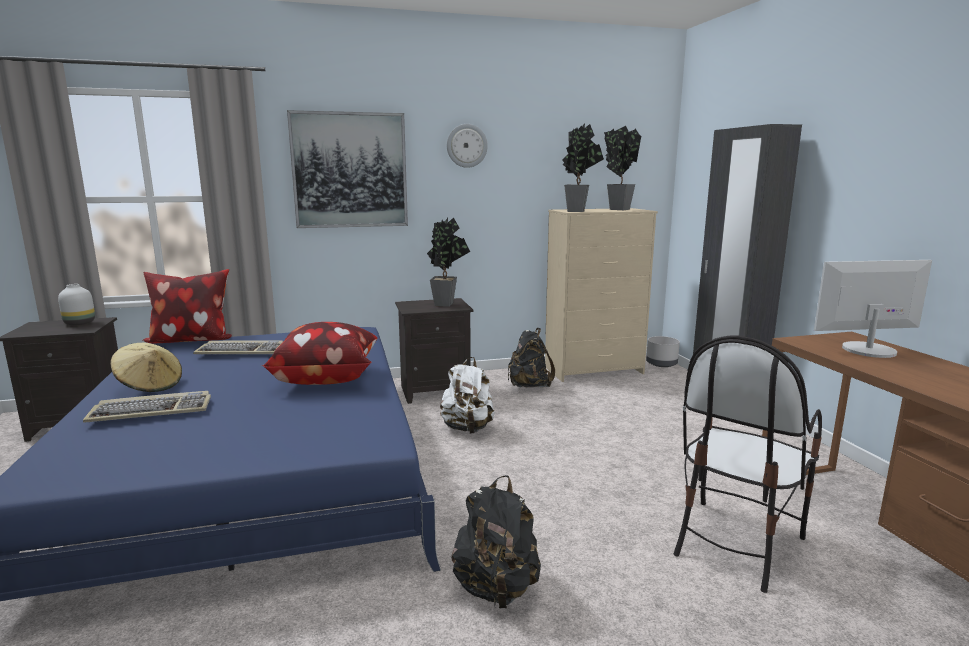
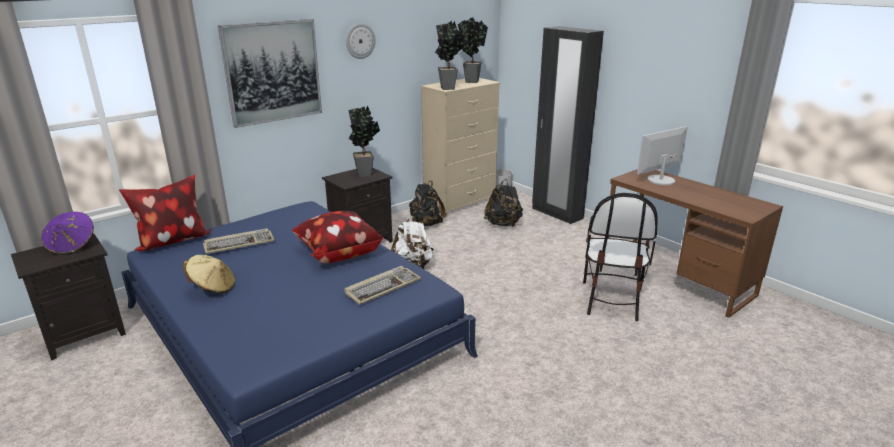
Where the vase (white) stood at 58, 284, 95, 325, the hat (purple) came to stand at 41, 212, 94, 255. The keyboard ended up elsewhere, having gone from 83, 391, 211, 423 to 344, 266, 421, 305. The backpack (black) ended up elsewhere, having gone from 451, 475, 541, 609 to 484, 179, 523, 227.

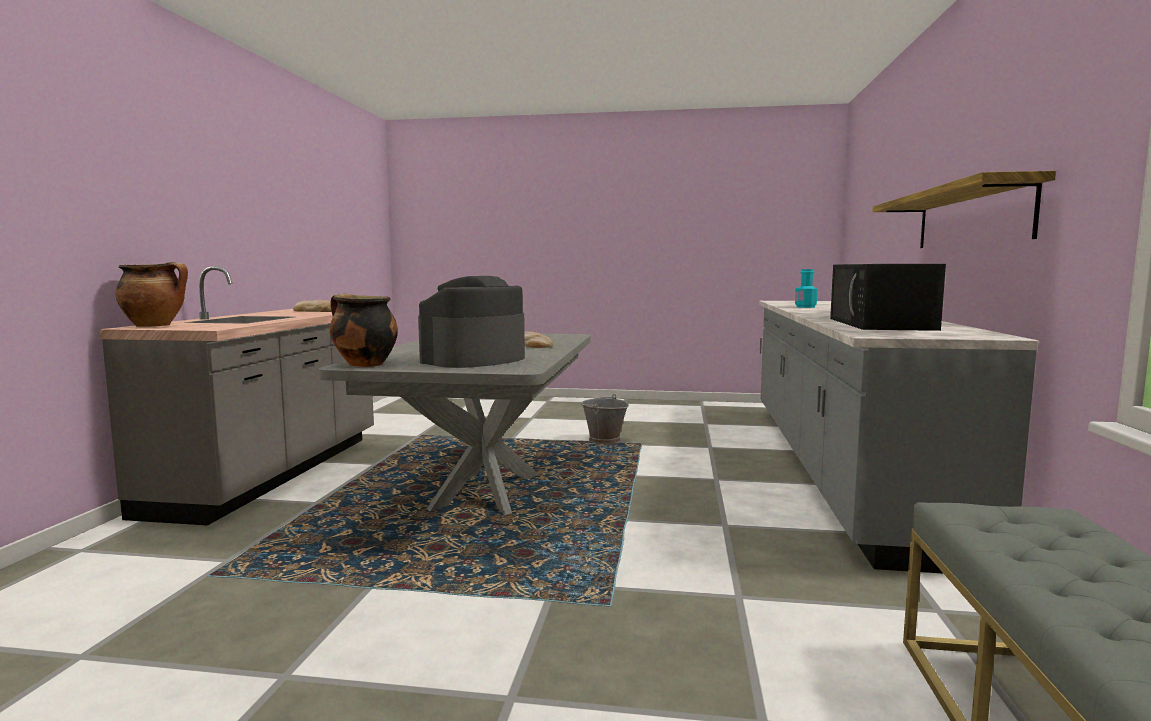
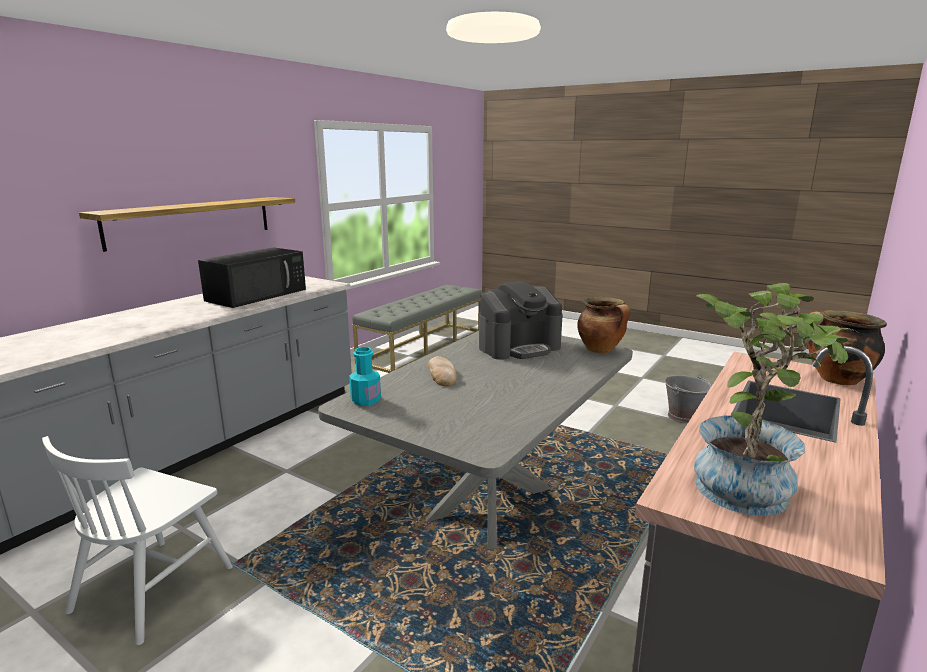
The second view gained the chair (white) at 42, 436, 233, 645. The bottle (turquoise) ended up elsewhere, having gone from 795, 269, 818, 308 to 349, 347, 381, 406. The bucket (grey) ended up elsewhere, having gone from 581, 394, 629, 444 to 665, 374, 712, 424. Where the bread stood at 293, 300, 332, 312, the potted plant came to stand at 694, 283, 859, 516.

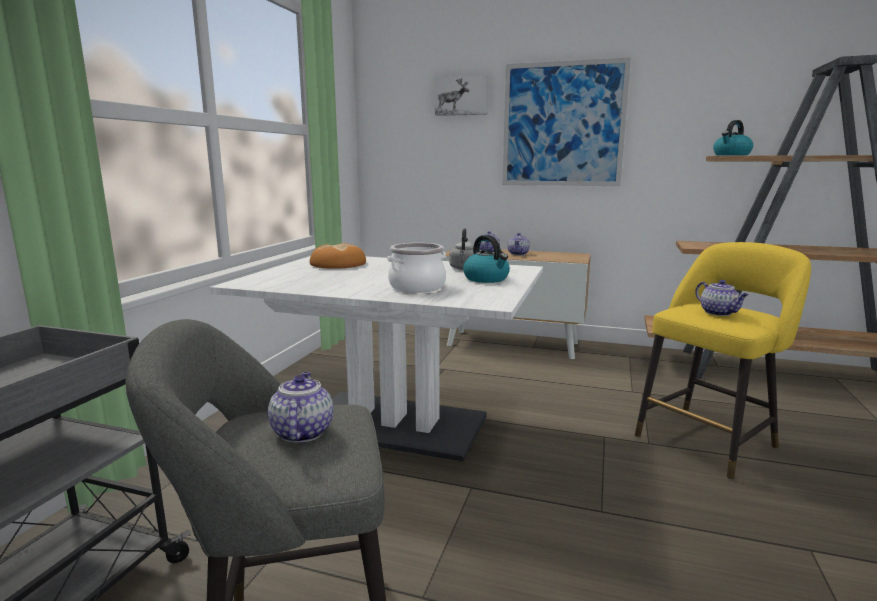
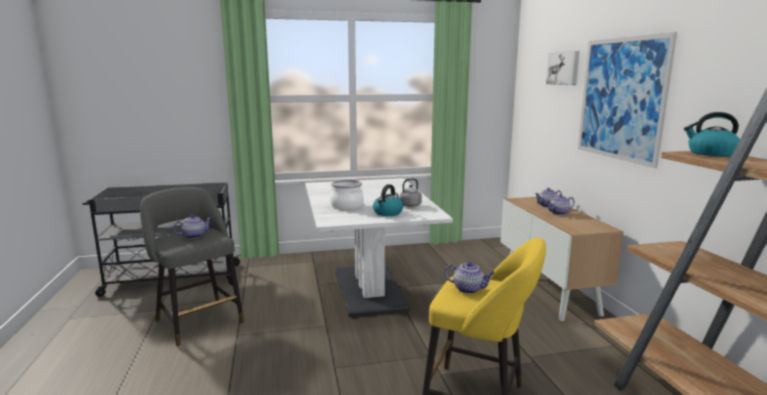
The teapot at 695, 280, 748, 316 ended up facing another way, 105 degrees counterclockwise from before. The second view lost the bread at 310, 243, 366, 269.

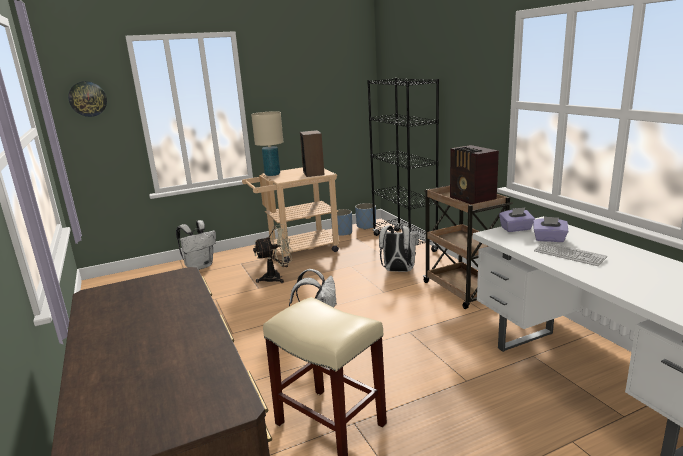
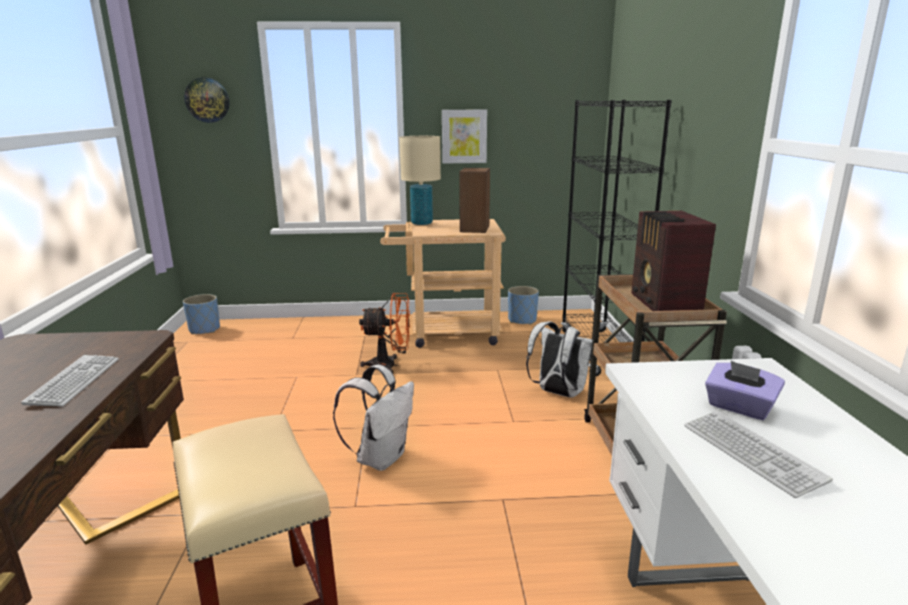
The second view gained the keyboard at 21, 355, 119, 406. The planter (blue) ended up elsewhere, having gone from 355, 203, 376, 230 to 183, 294, 220, 334. What was the fan (beige) at 253, 224, 293, 283 turned into the fan (orange) at 359, 293, 410, 373. The second view gained the picture at 442, 109, 487, 164. The second view lost the backpack (white) at 176, 220, 216, 270. The second view lost the tissue box (purple) at 499, 207, 535, 232.

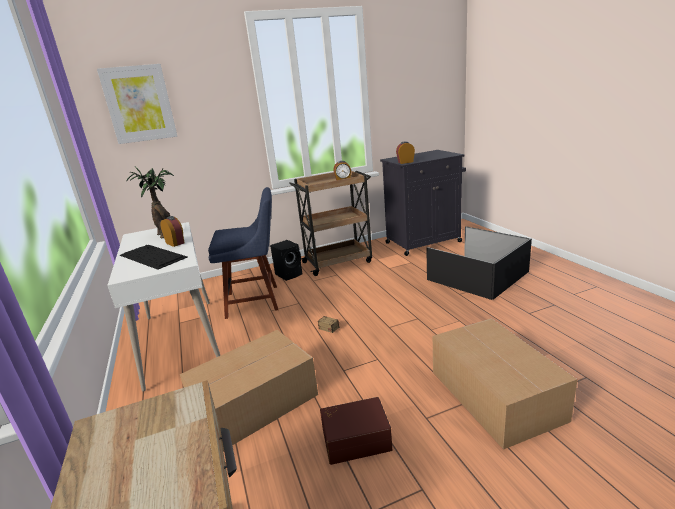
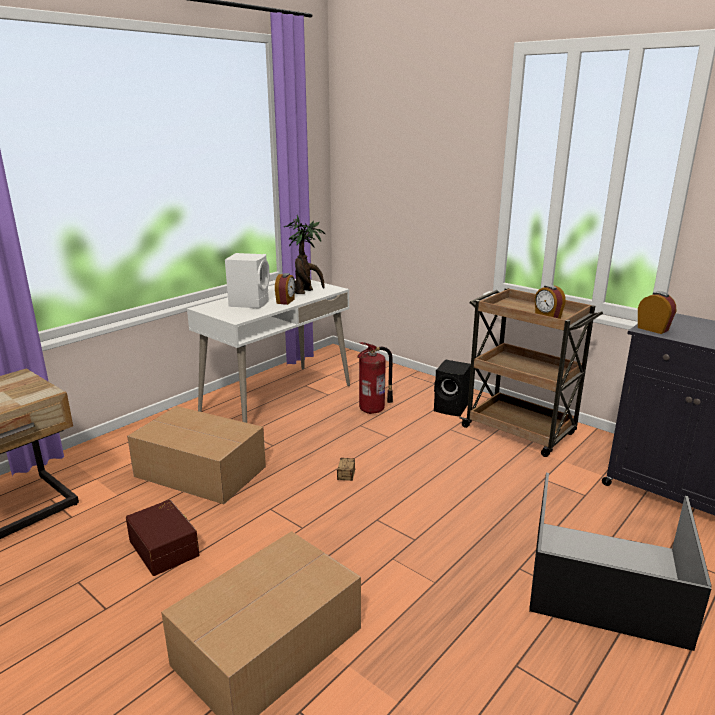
Where the keyboard stood at 120, 245, 188, 270, the speaker (white) came to stand at 225, 253, 270, 309. Where the chair (blue) stood at 208, 187, 278, 319, the fire extinguisher came to stand at 357, 342, 393, 414. The second view lost the picture at 97, 64, 177, 144.

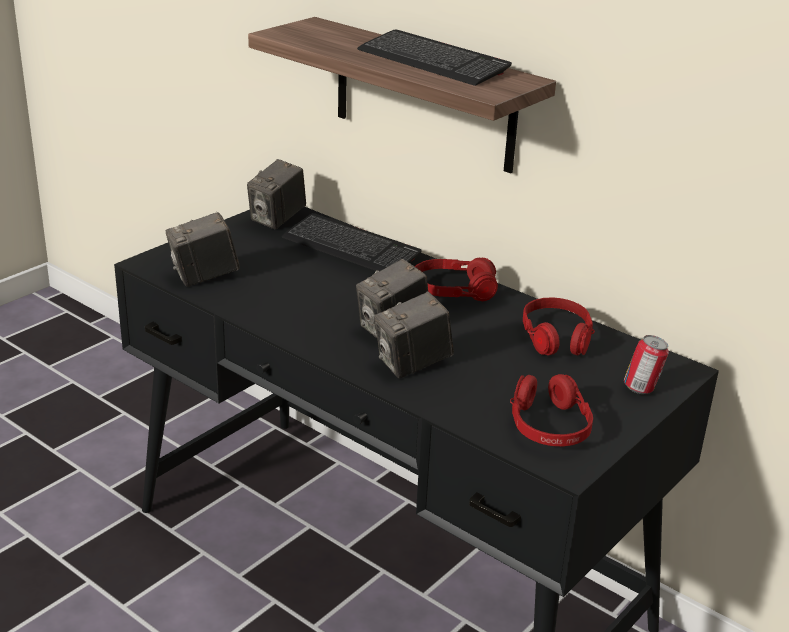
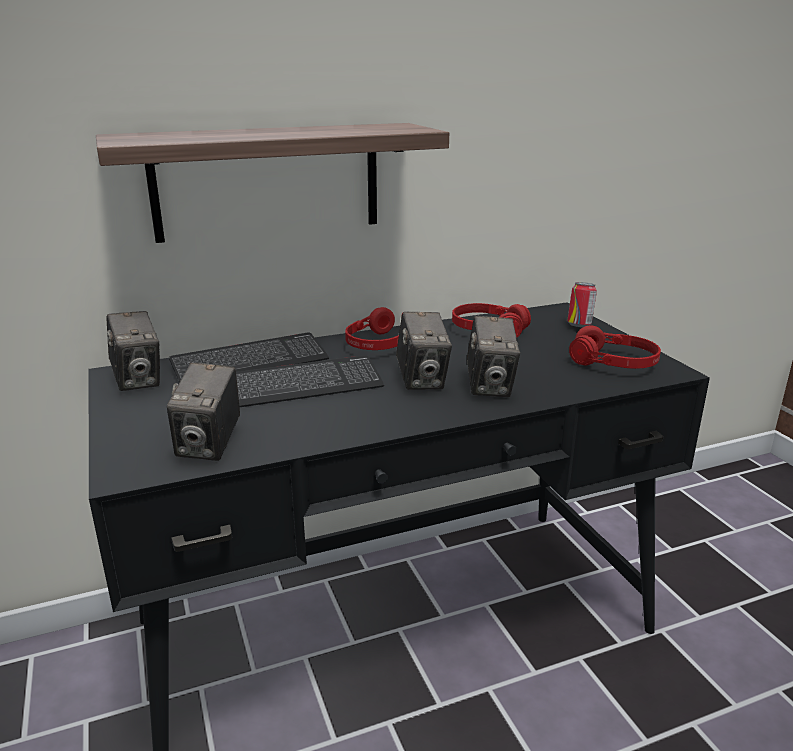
The keyboard ended up elsewhere, having gone from 357, 29, 512, 86 to 236, 355, 384, 407.

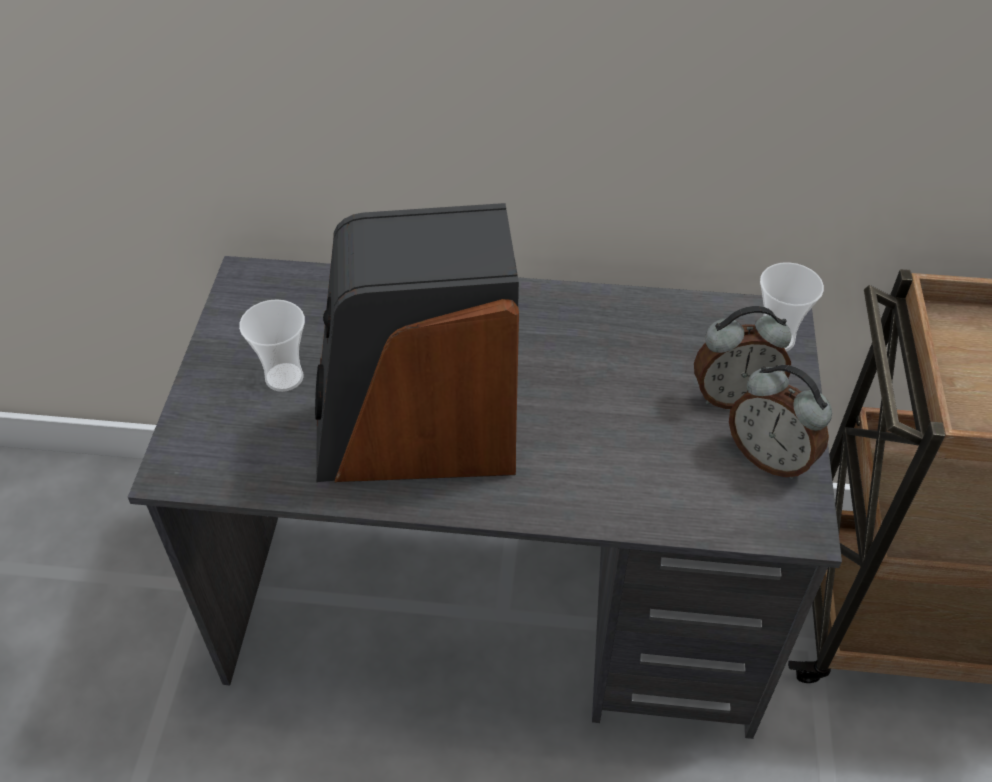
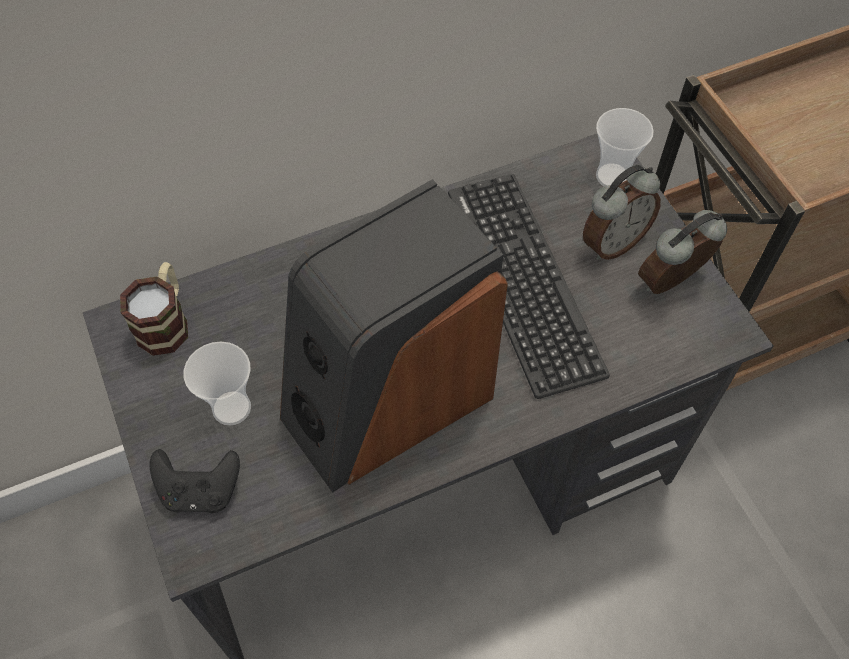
The second view gained the mug at 120, 262, 188, 356. The second view gained the game controller (black) at 149, 449, 240, 513. The second view gained the keyboard at 448, 174, 610, 399. The alarm clock at 729, 365, 832, 479 ended up facing another way, 135 degrees clockwise from before.

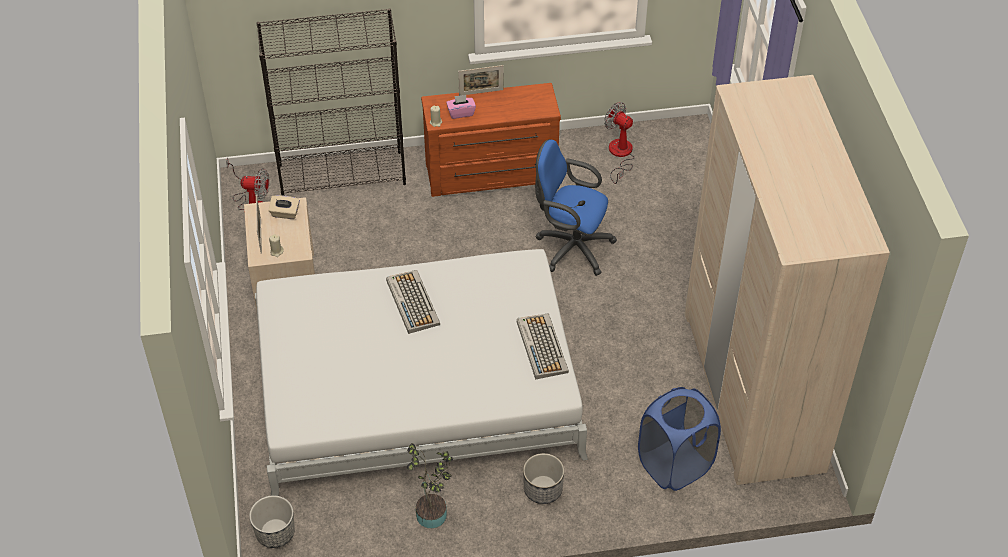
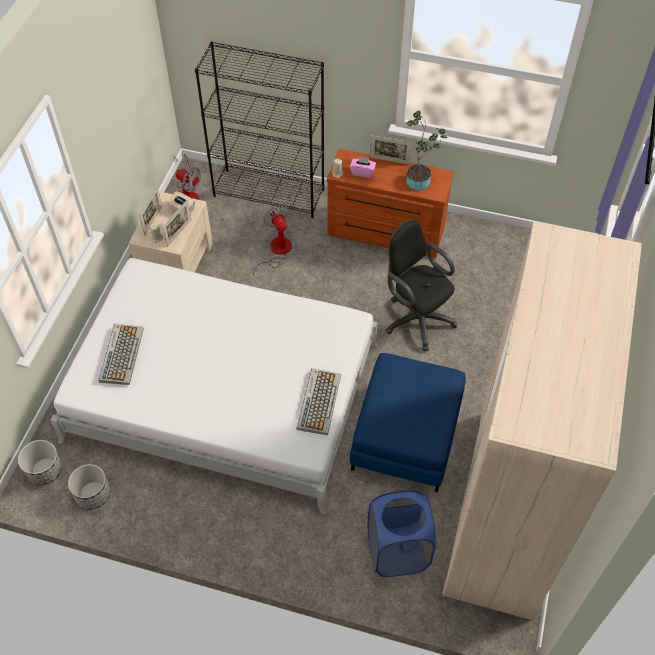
The planter ended up elsewhere, having gone from 523, 453, 564, 504 to 68, 464, 110, 510. The keyboard ended up elsewhere, having gone from 386, 270, 440, 334 to 99, 324, 144, 385. The second view gained the picture frame at 162, 199, 191, 247. The fan ended up elsewhere, having gone from 604, 102, 635, 184 to 251, 206, 292, 275. The second view gained the ottoman (blue) at 350, 353, 466, 493. What was the office chair (blue) at 535, 139, 617, 276 turned into the office chair (black) at 385, 219, 458, 351. The potted plant ended up elsewhere, having gone from 407, 443, 453, 528 to 406, 110, 447, 190.

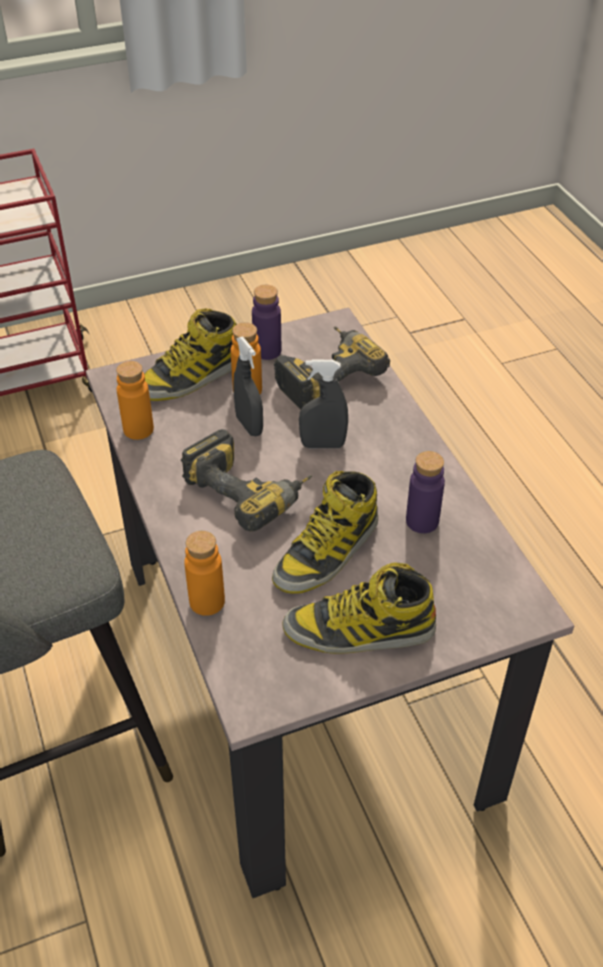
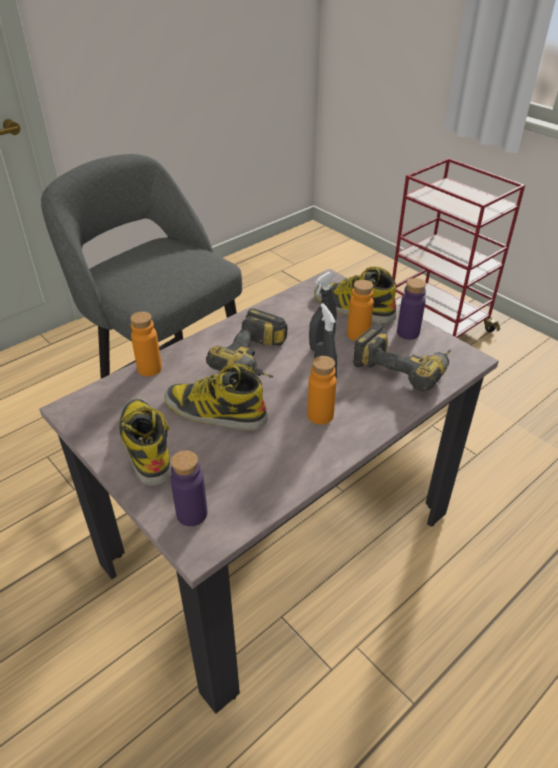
The bottle (purple) ended up elsewhere, having gone from 406, 451, 445, 533 to 171, 450, 207, 526. The bottle (orange) ended up elsewhere, having gone from 116, 361, 154, 440 to 307, 356, 336, 424.

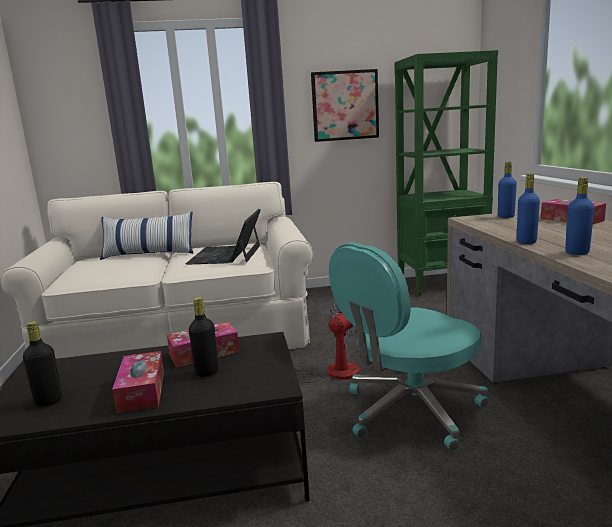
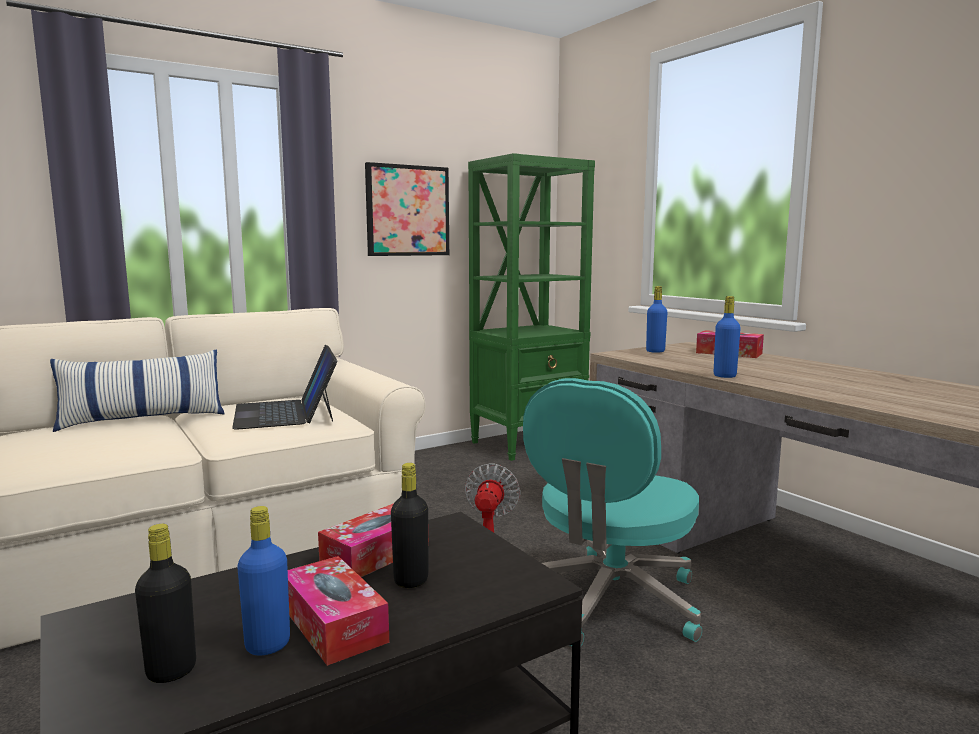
The bottle (blue) ended up elsewhere, having gone from 565, 177, 594, 255 to 237, 506, 290, 656.

